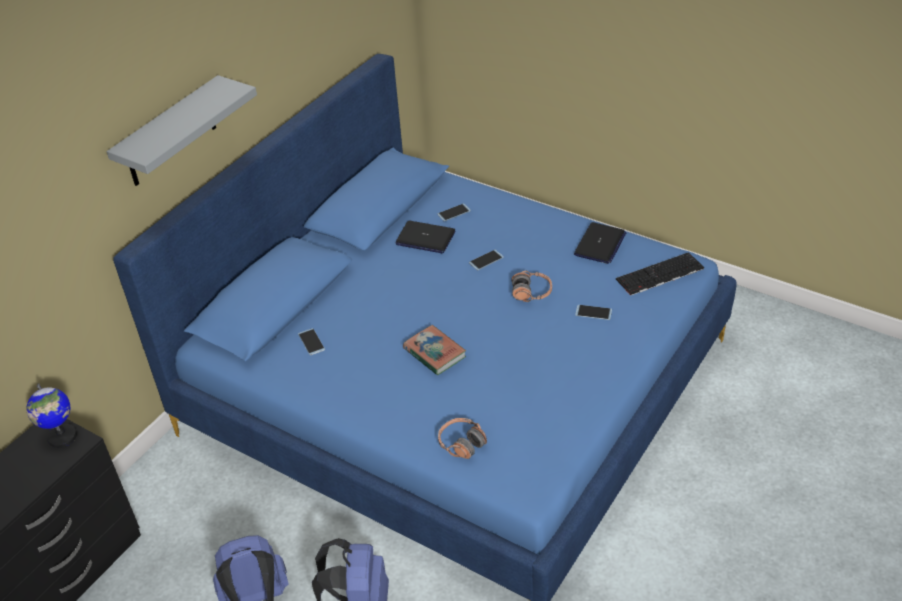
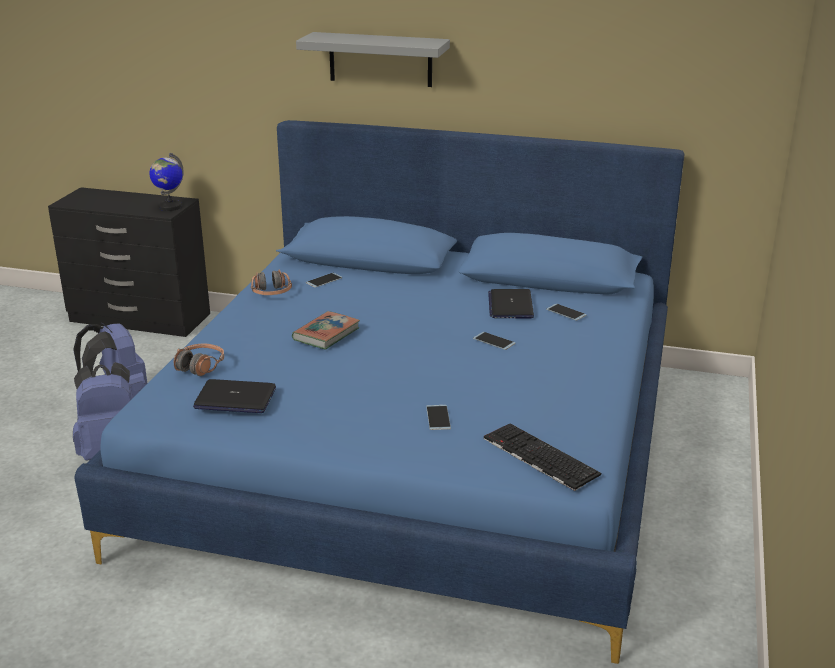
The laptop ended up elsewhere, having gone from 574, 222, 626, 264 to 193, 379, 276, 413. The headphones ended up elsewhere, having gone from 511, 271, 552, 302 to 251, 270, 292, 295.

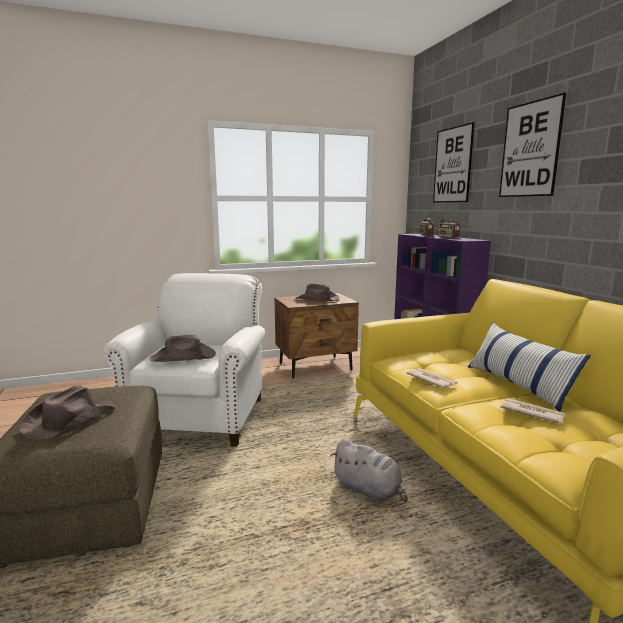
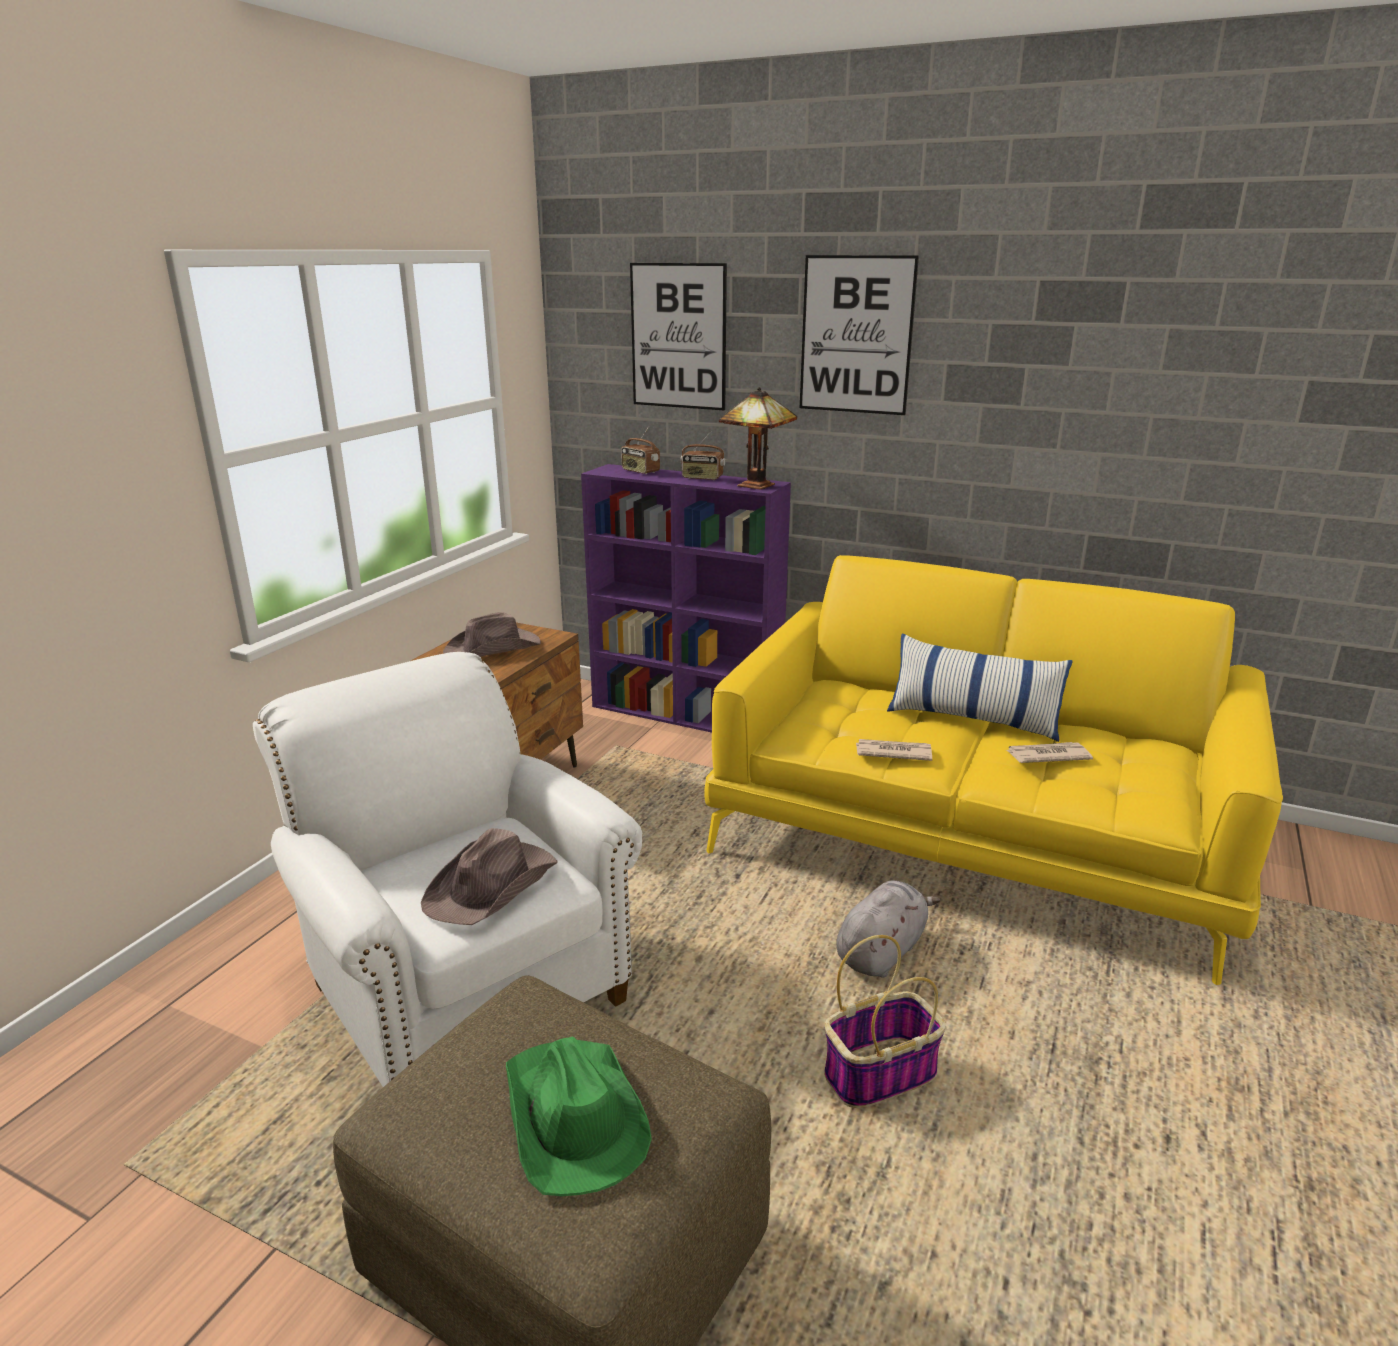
What was the hat (brown) at 19, 385, 116, 439 turned into the hat (green) at 506, 1037, 652, 1196. The second view gained the table lamp at 719, 387, 797, 490. The second view gained the basket at 824, 935, 946, 1108. The plush toy (grey) at 330, 439, 408, 503 ended up facing another way, 45 degrees counterclockwise from before.

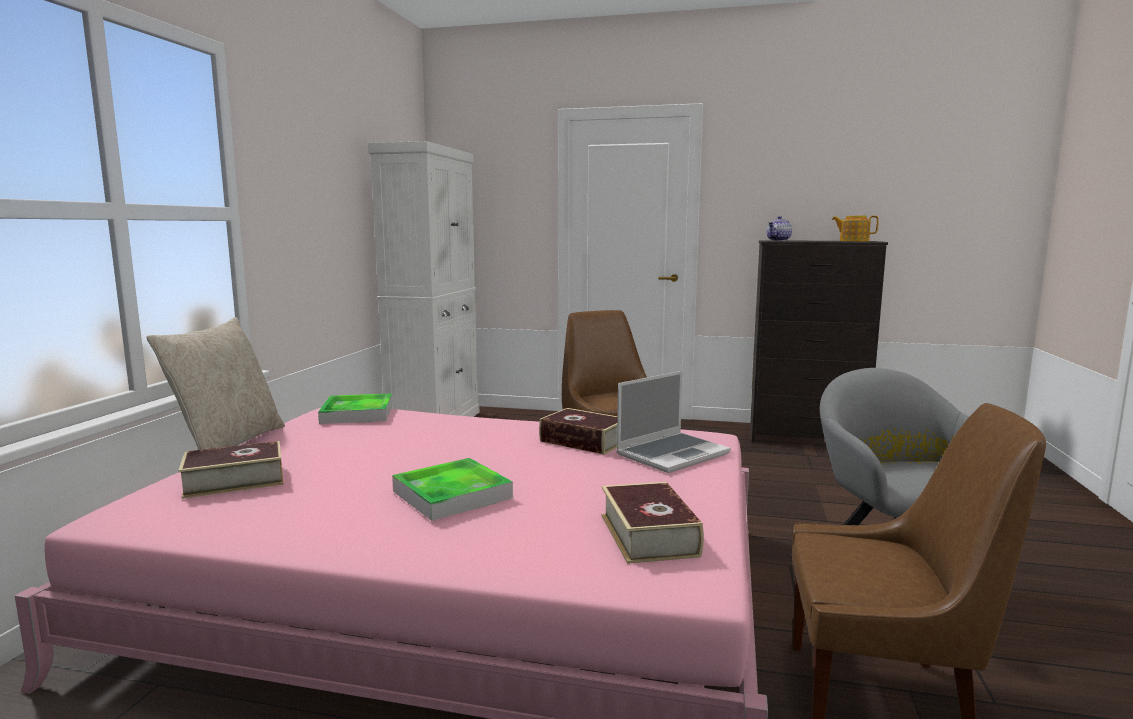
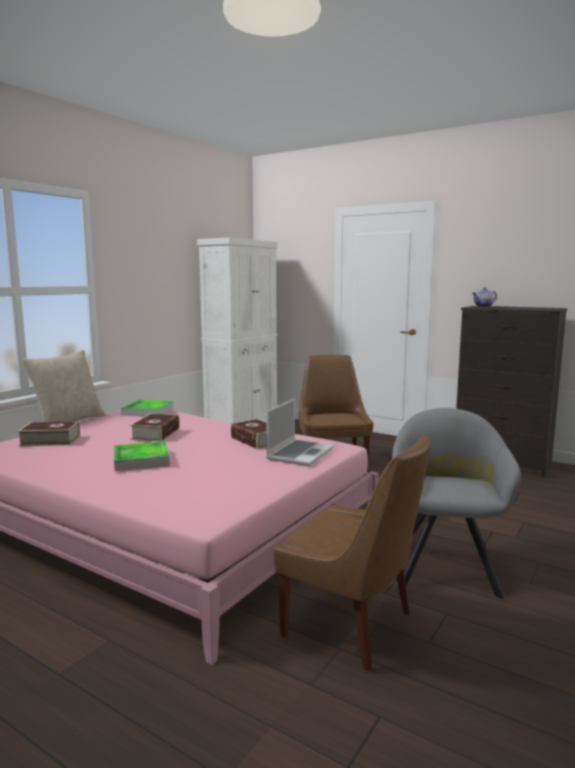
The book ended up elsewhere, having gone from 601, 482, 704, 564 to 130, 413, 180, 442. The laptop at 616, 371, 731, 473 ended up facing another way, 45 degrees counterclockwise from before. The second view lost the teapot at 832, 216, 879, 241.

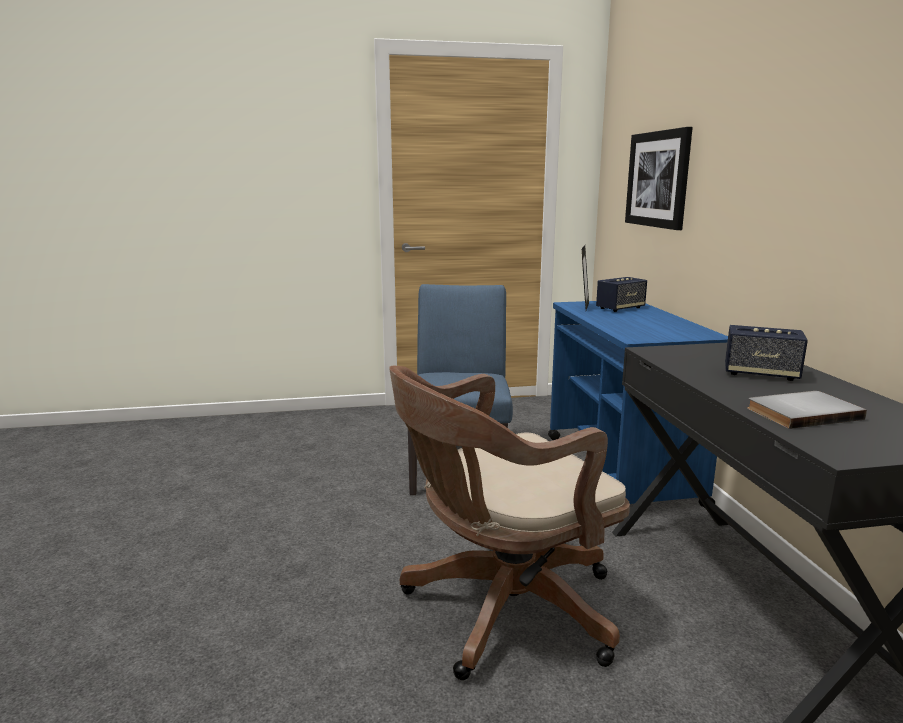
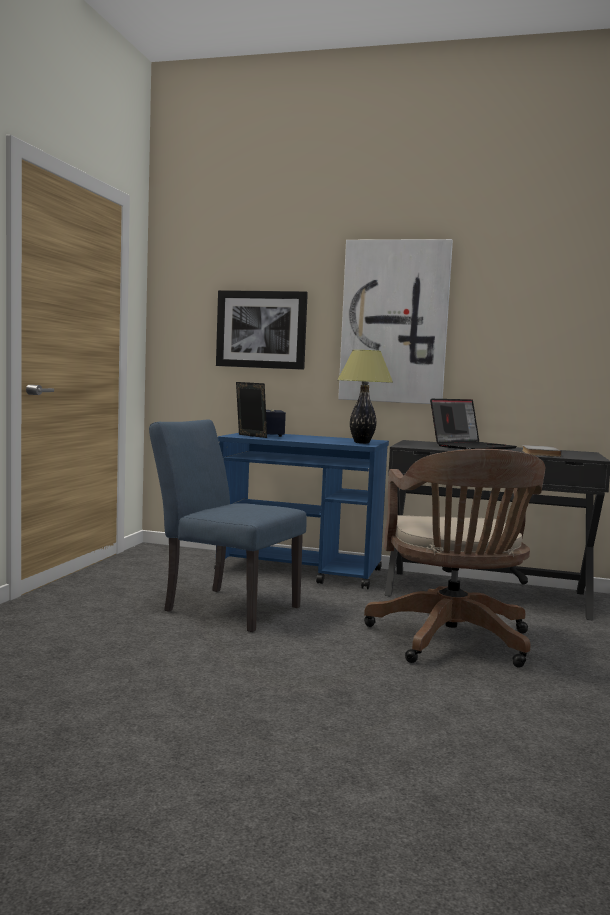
The second view gained the table lamp at 337, 350, 393, 444. The second view gained the picture at 338, 239, 453, 404. Where the speaker stood at 725, 325, 808, 381, the laptop came to stand at 430, 399, 517, 449.

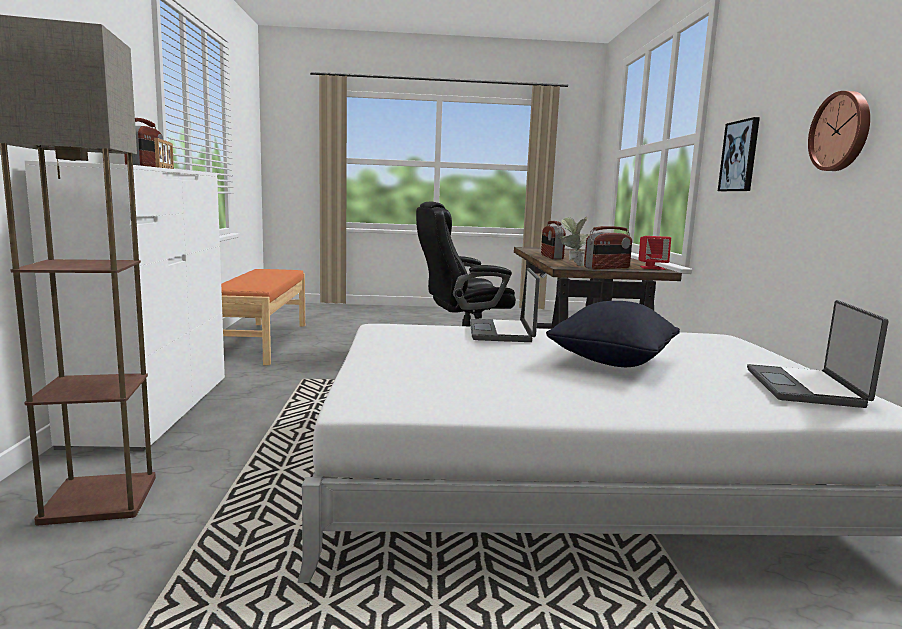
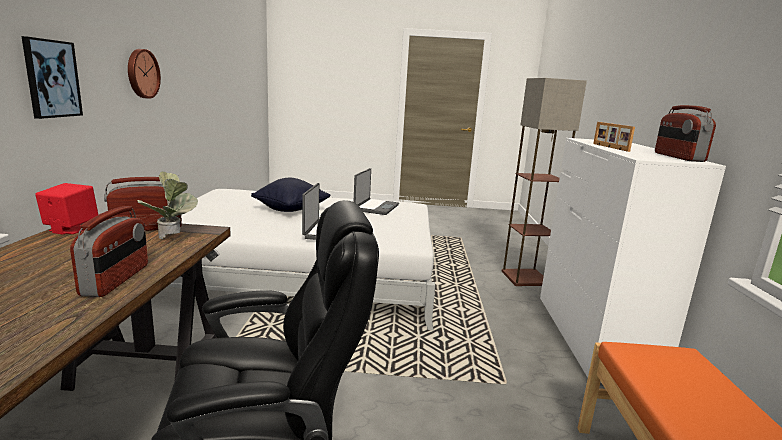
The laptop ended up elsewhere, having gone from 747, 300, 888, 408 to 354, 168, 399, 215.

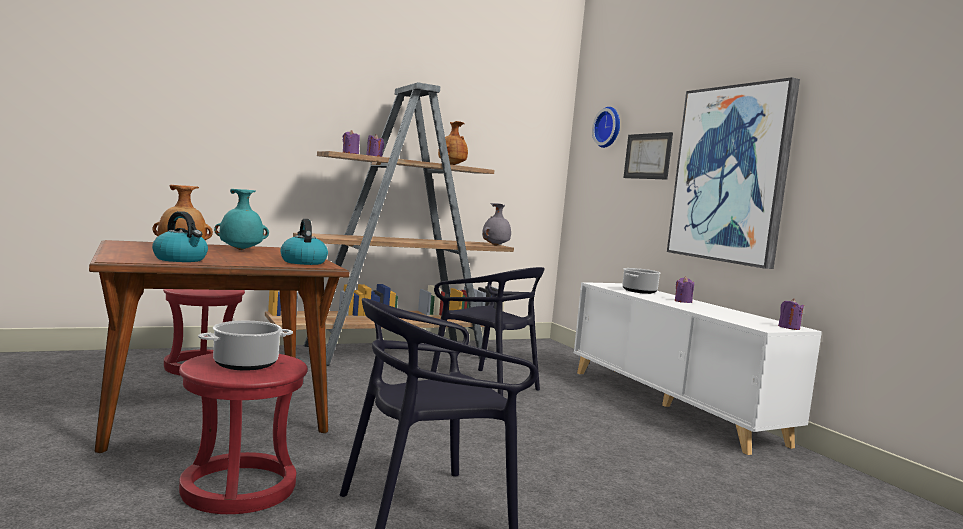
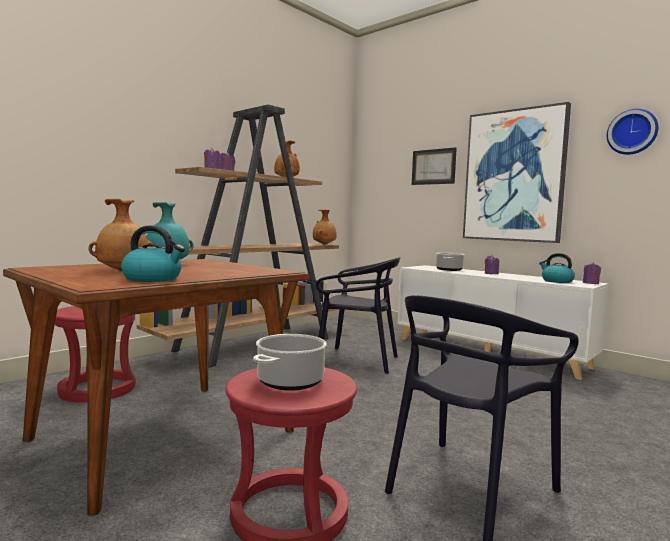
What was the vase (grey) at 482, 203, 511, 246 turned into the vase (brown) at 313, 210, 337, 245. The kettle ended up elsewhere, having gone from 281, 219, 328, 265 to 539, 253, 575, 283. The wall clock ended up elsewhere, having gone from 592, 107, 620, 148 to 607, 109, 659, 155.

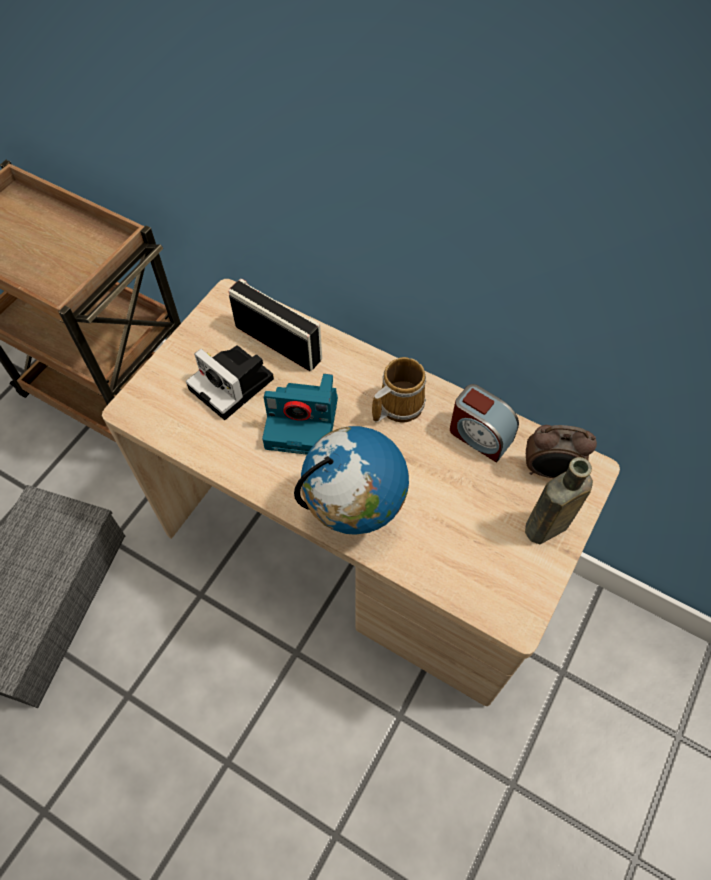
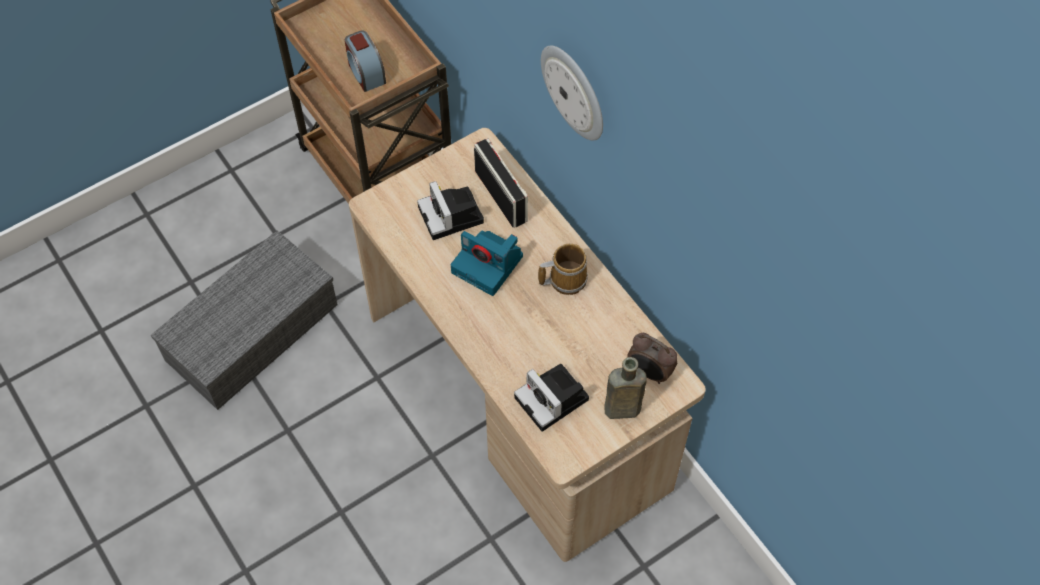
The alarm clock ended up elsewhere, having gone from 450, 384, 519, 463 to 345, 30, 386, 92. The second view gained the photo camera at 514, 364, 589, 432. The second view gained the wall clock at 541, 45, 603, 141. The second view lost the globe at 294, 426, 409, 535.

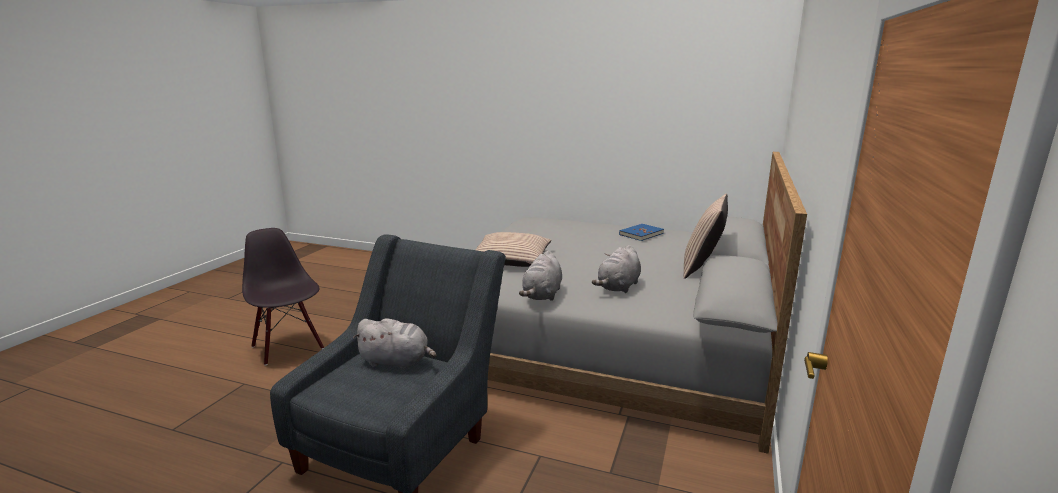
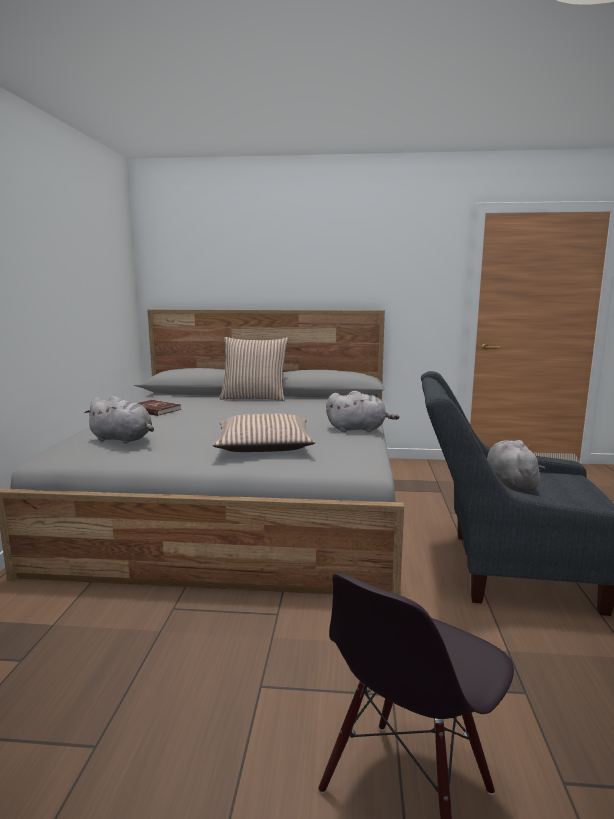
The plush toy (grey) ended up elsewhere, having gone from 592, 245, 641, 293 to 84, 396, 154, 444. What was the book (blue) at 619, 224, 664, 241 turned into the book (red) at 138, 400, 181, 416.

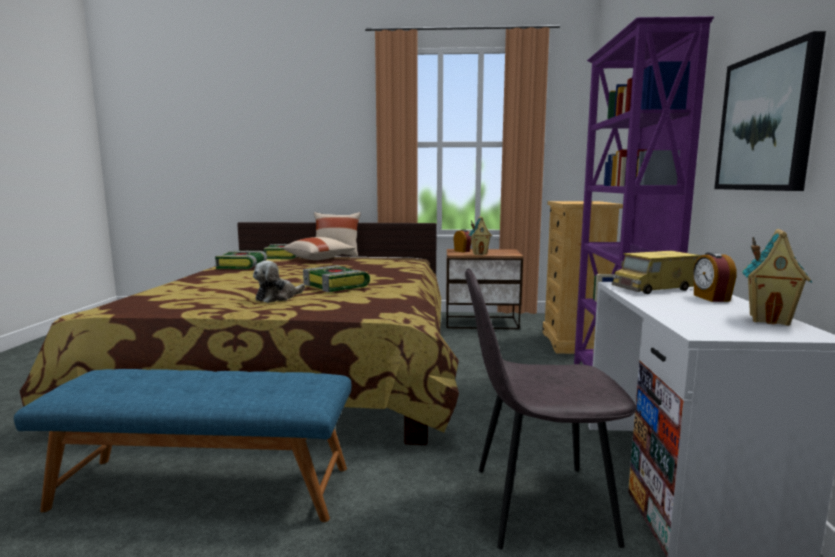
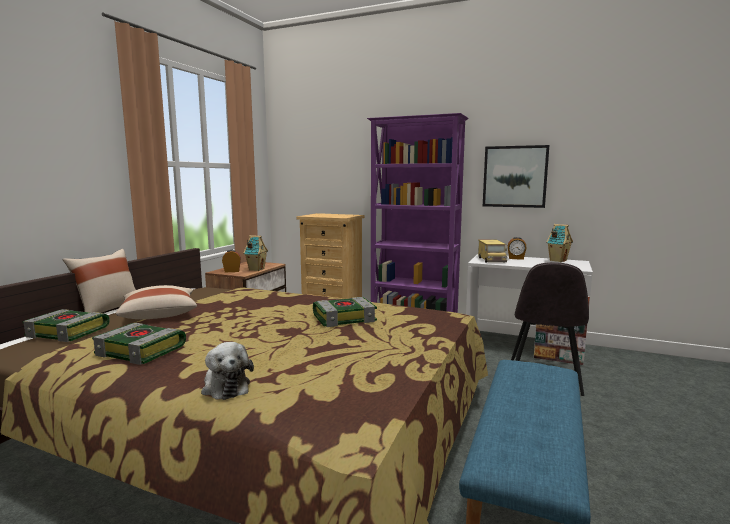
The plush toy ended up elsewhere, having gone from 253, 261, 305, 303 to 201, 342, 254, 400.

